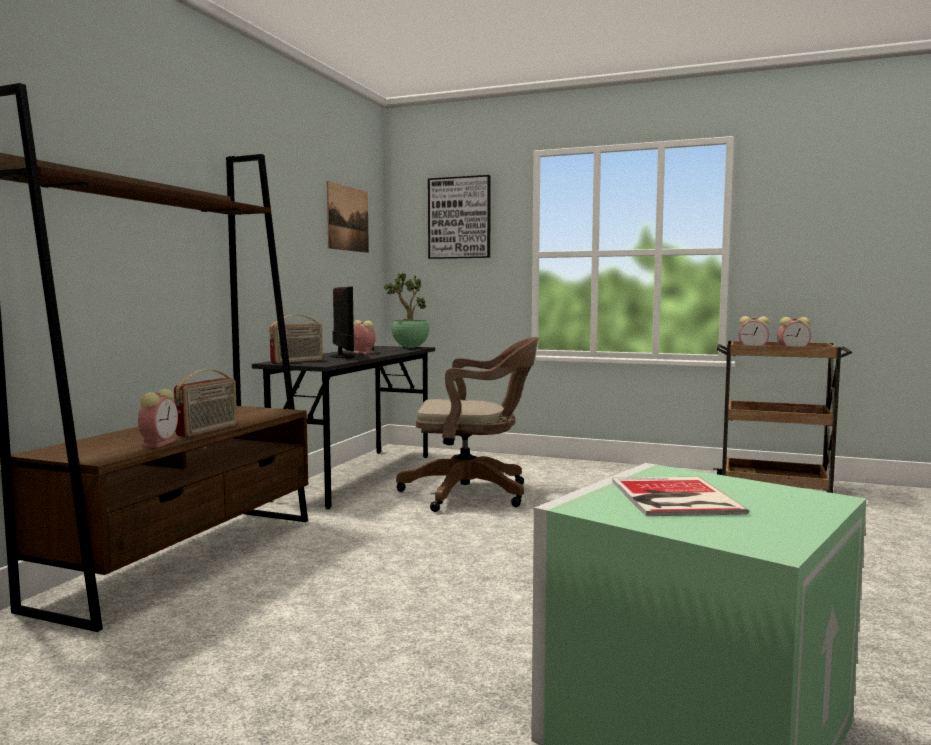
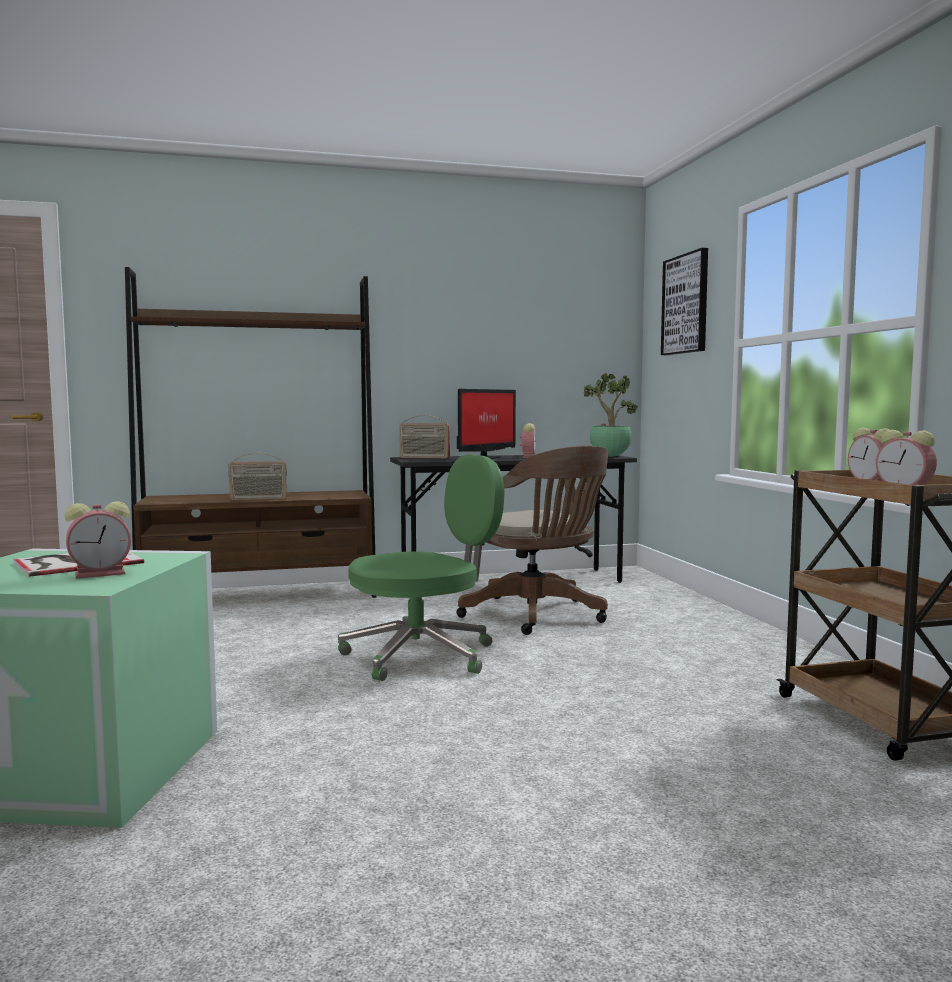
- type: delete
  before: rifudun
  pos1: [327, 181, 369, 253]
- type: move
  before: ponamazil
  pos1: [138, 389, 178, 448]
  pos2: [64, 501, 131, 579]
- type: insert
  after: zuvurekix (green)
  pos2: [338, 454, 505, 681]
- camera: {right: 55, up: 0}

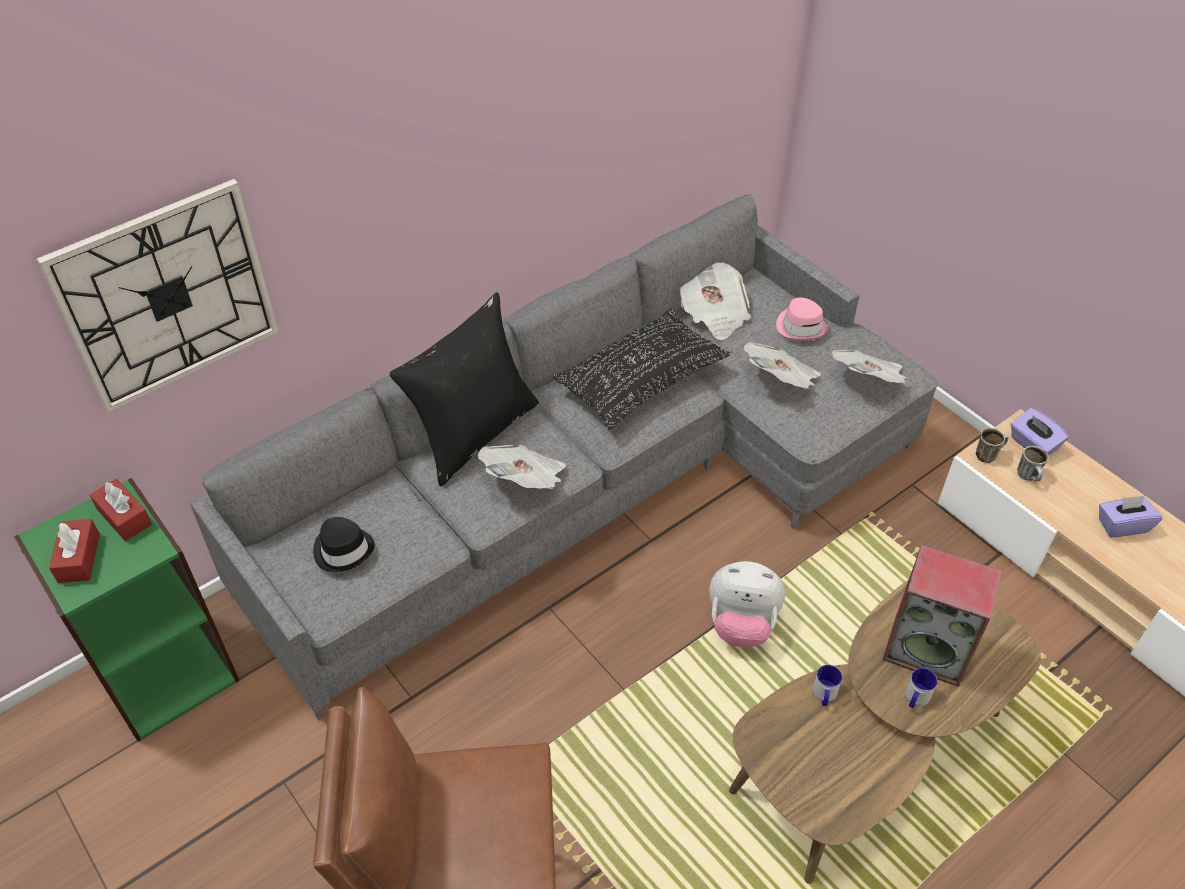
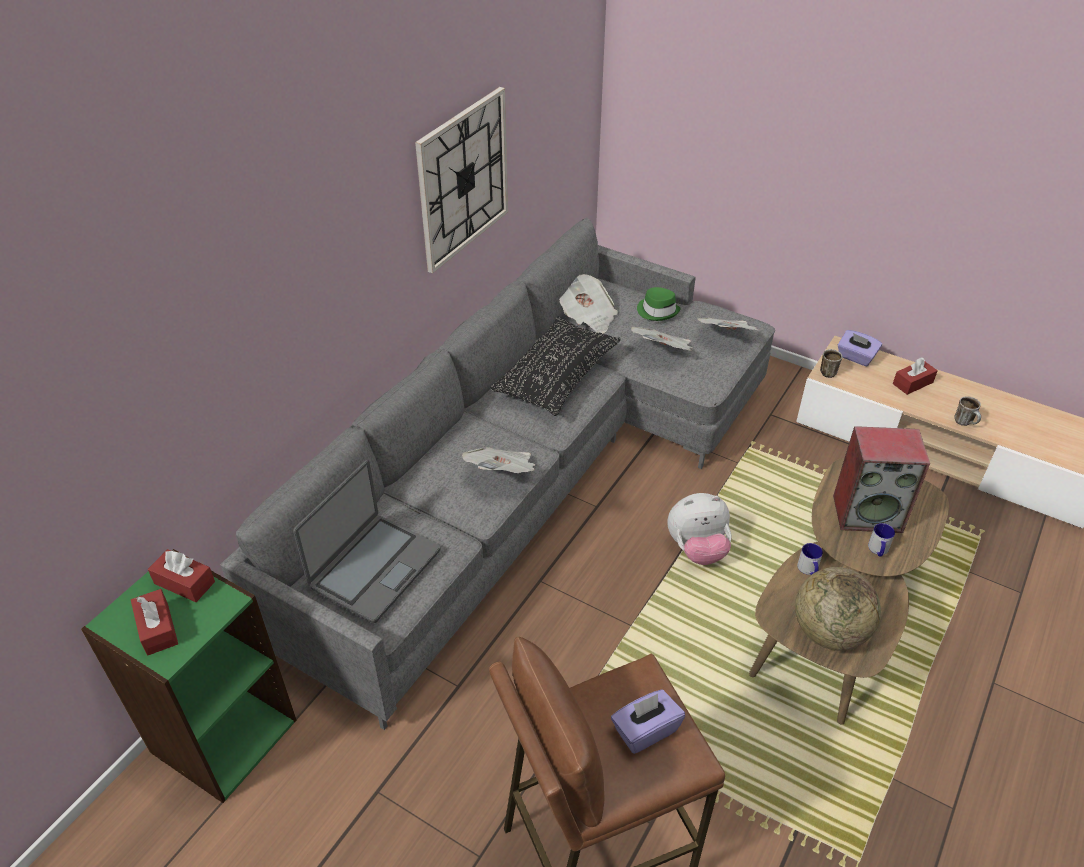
- type: move
  before: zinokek
  pos1: [37, 179, 279, 413]
  pos2: [415, 87, 508, 273]
- type: delete
  before: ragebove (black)
  pos1: [389, 292, 539, 486]
- type: recolor
  before: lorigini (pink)
  after: lorigini (green)
  pos1: [776, 298, 828, 341]
  pos2: [637, 287, 680, 321]
- type: move
  before: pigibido
  pos1: [1017, 446, 1049, 482]
  pos2: [954, 396, 981, 426]
- type: move
  before: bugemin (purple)
  pos1: [1099, 496, 1163, 537]
  pos2: [611, 690, 685, 754]
- type: replace
  before: lorigini (black)
  after: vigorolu
  pos1: [313, 517, 375, 572]
  pos2: [293, 460, 441, 623]
- type: insert
  after: bugemin (red)
  pos2: [893, 357, 938, 395]
- type: insert
  after: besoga
  pos2: [795, 567, 881, 651]
- camera: {right: -20, up: -5}

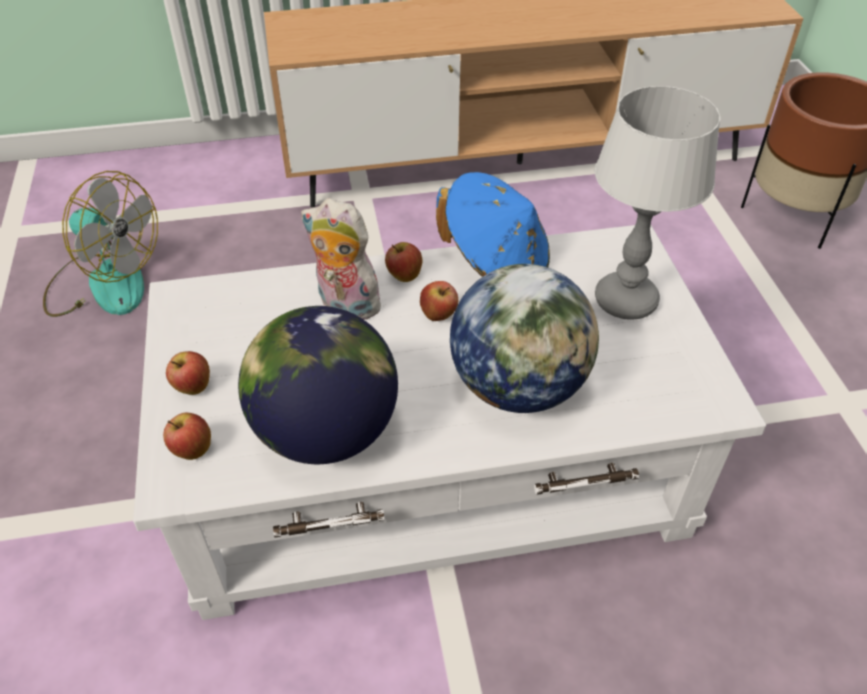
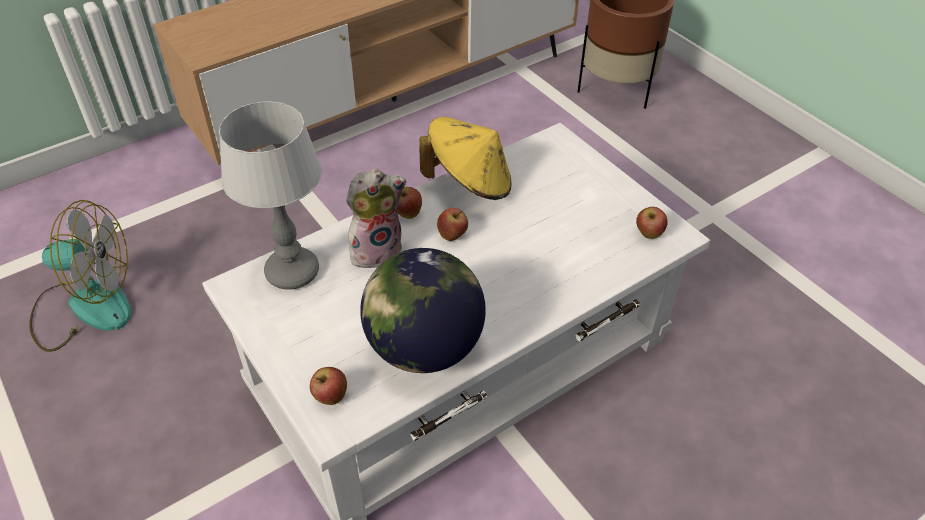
- type: move
  before: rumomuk
  pos1: [595, 86, 721, 320]
  pos2: [219, 101, 322, 290]
- type: recolor
  before: lorigini (blue)
  after: lorigini (yellow)
  pos1: [436, 172, 550, 277]
  pos2: [419, 117, 511, 200]
- type: rotate
  before: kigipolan
  pos1: [301, 198, 386, 320]
  pos2: [346, 169, 406, 268]
  turn: 150
- type: delete
  before: besoga
  pos1: [450, 264, 599, 413]
- type: move
  before: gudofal
  pos1: [166, 351, 210, 395]
  pos2: [636, 207, 667, 239]
- camera: {right: -25, up: 0}

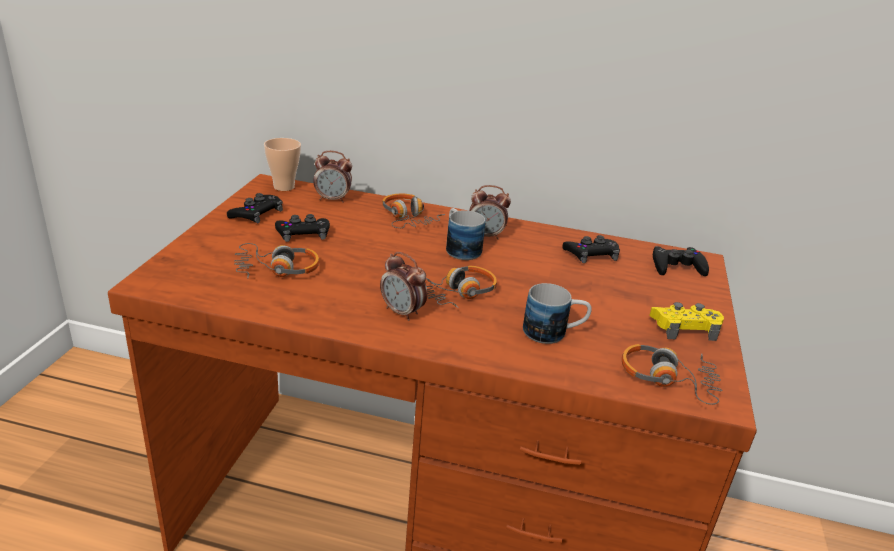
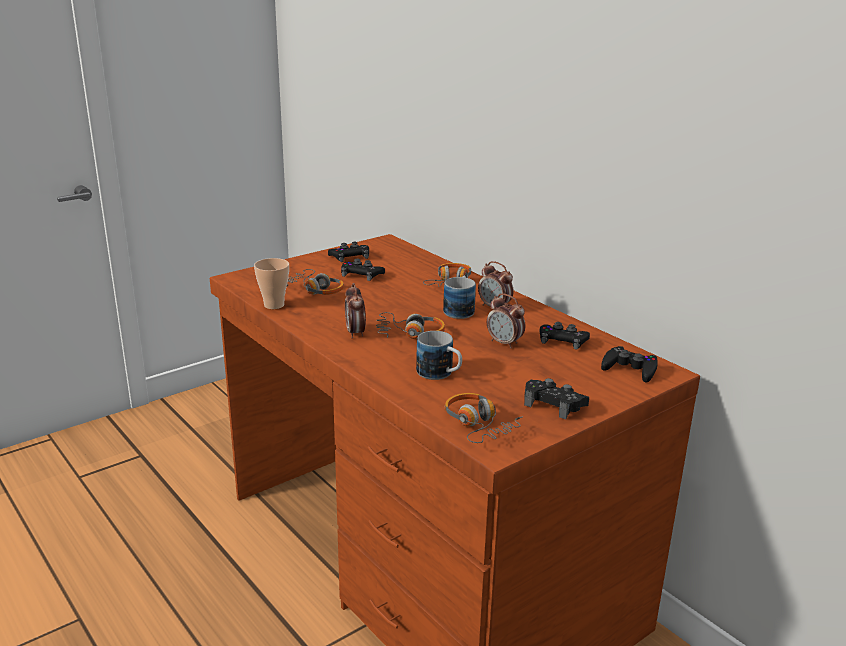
- type: move
  before: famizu
  pos1: [264, 138, 301, 191]
  pos2: [254, 258, 289, 309]
- type: move
  before: ponamazil
  pos1: [313, 151, 352, 203]
  pos2: [487, 293, 525, 349]
- type: recolor
  before: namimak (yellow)
  after: namimak (black)
  pos1: [649, 302, 724, 341]
  pos2: [524, 378, 589, 419]
- camera: {right: 40, up: -5}

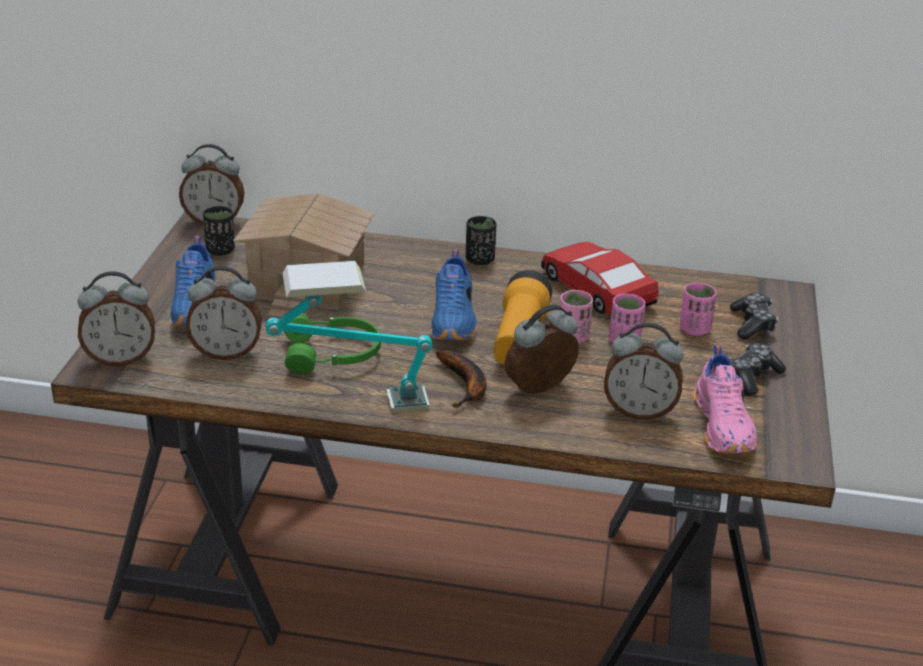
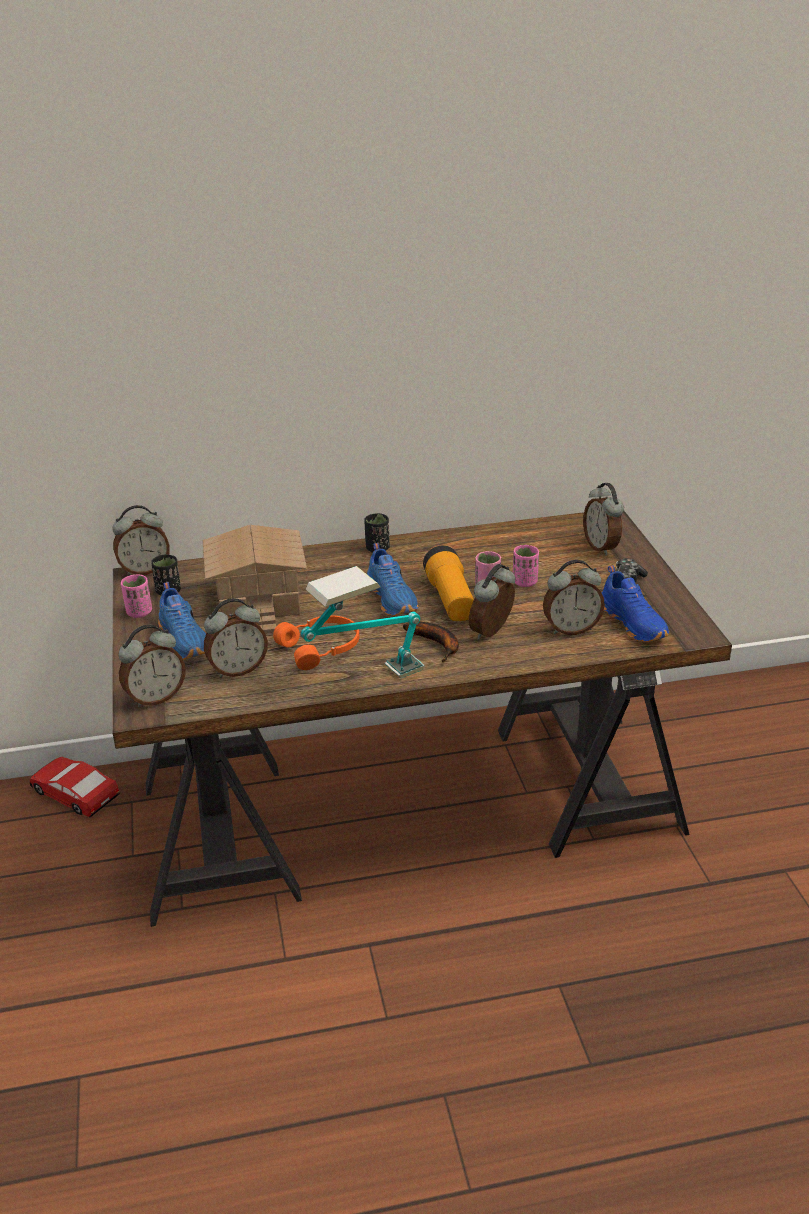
- type: move
  before: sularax
  pos1: [541, 242, 658, 316]
  pos2: [30, 757, 120, 817]
- type: move
  before: famizu (pink)
  pos1: [680, 283, 717, 336]
  pos2: [121, 575, 152, 618]
- type: replace
  before: namimak
  after: ponamazil
  pos1: [730, 292, 778, 339]
  pos2: [583, 483, 624, 556]
- type: recolor
  before: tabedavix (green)
  after: tabedavix (orange)
  pos1: [284, 313, 381, 374]
  pos2: [273, 615, 360, 670]
- type: recolor
  before: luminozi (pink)
  after: luminozi (blue)
  pos1: [693, 345, 757, 453]
  pos2: [602, 566, 669, 642]
- camera: {right: -20, up: 0}

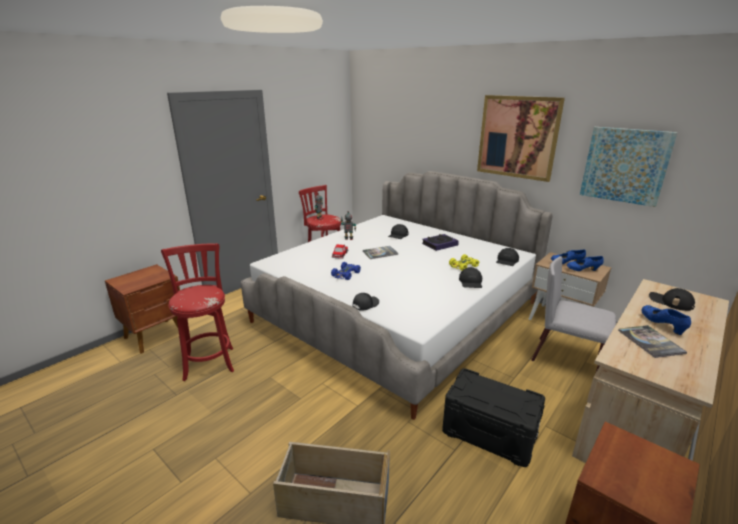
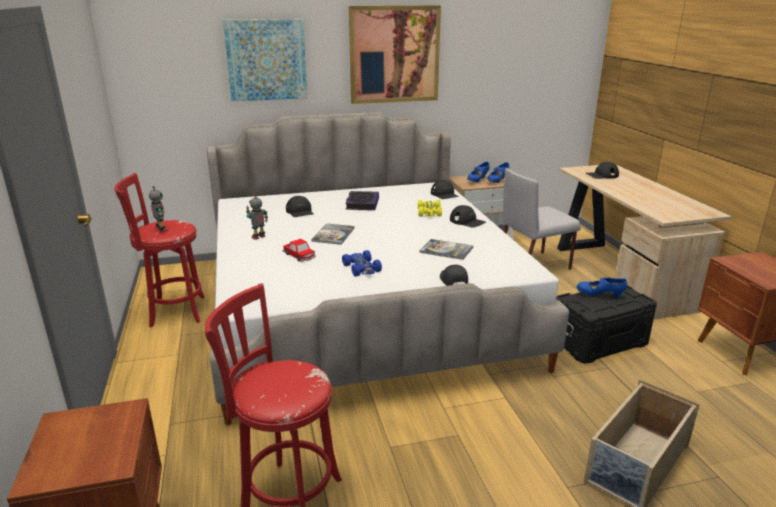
- type: move
  before: rifudun
  pos1: [580, 127, 678, 207]
  pos2: [223, 19, 307, 101]
- type: move
  before: luminozi (blue)
  pos1: [641, 305, 691, 335]
  pos2: [577, 277, 627, 298]
- type: move
  before: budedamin
  pos1: [618, 325, 687, 358]
  pos2: [419, 239, 473, 260]
- camera: {right: -55, up: 0}

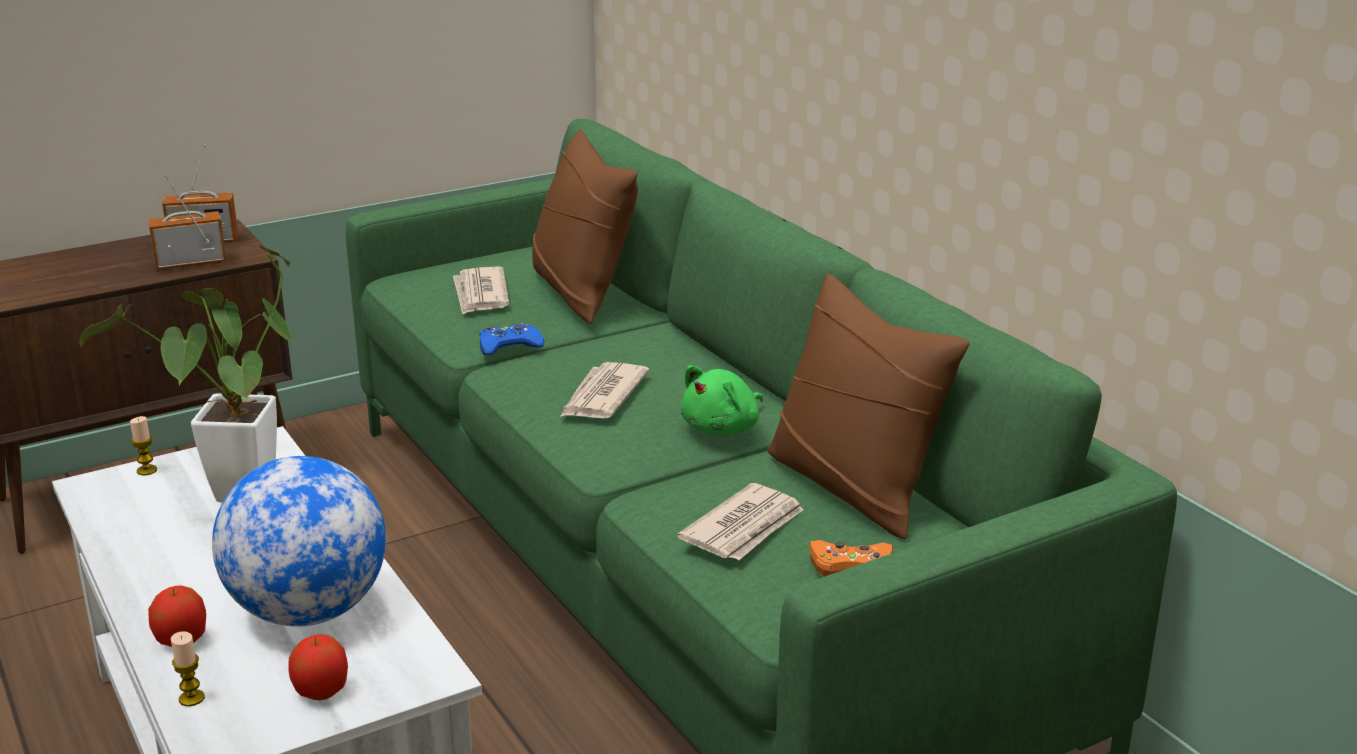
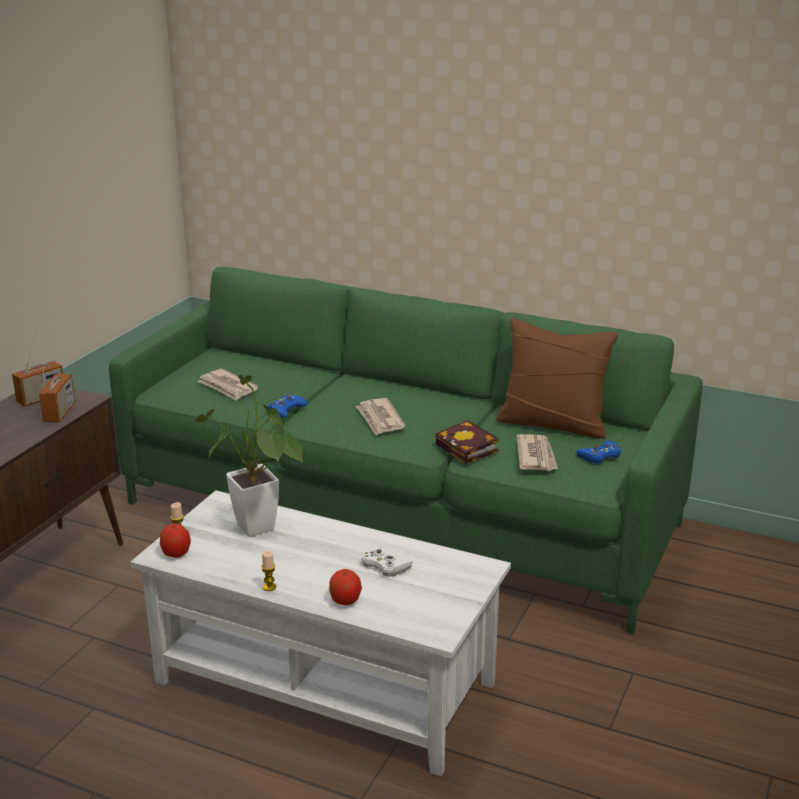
- type: delete
  before: ragebove (brown)
  pos1: [532, 129, 638, 324]
- type: rotate
  before: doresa
  pos1: [148, 174, 227, 270]
  pos2: [39, 346, 75, 422]
  turn: 150
- type: delete
  before: kigipolan (green)
  pos1: [681, 365, 763, 435]
- type: replace
  before: besoga
  after: namimak (white)
  pos1: [212, 456, 386, 627]
  pos2: [362, 545, 413, 577]
- type: recolor
  before: namimak (orange)
  after: namimak (blue)
  pos1: [809, 540, 893, 577]
  pos2: [576, 441, 621, 464]
- type: move
  before: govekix
  pos1: [171, 631, 205, 706]
  pos2: [261, 551, 276, 591]
- type: move
  before: gudofal
  pos1: [289, 634, 348, 700]
  pos2: [160, 523, 191, 558]
- type: insert
  after: budedamin
  pos2: [436, 420, 498, 464]
- camera: {right: -35, up: 0}

